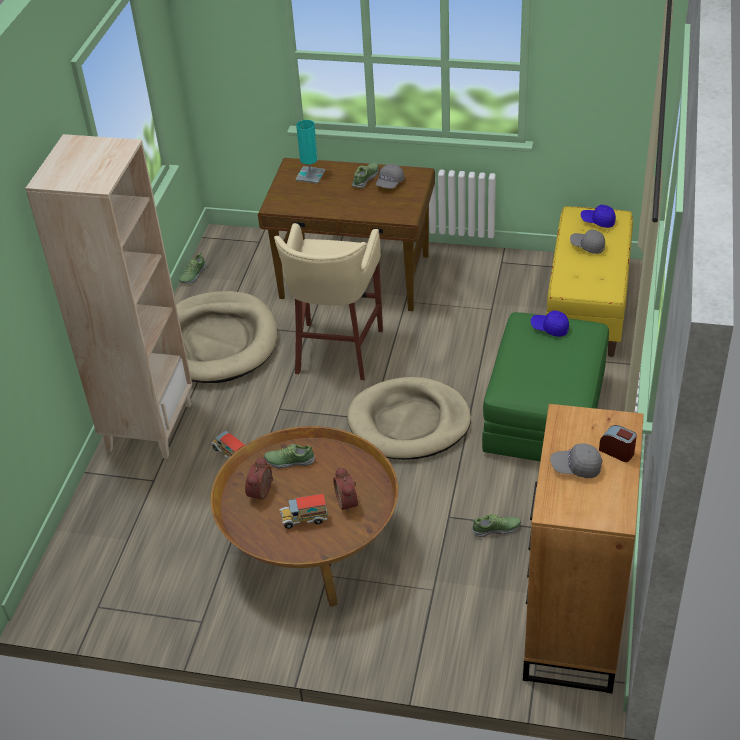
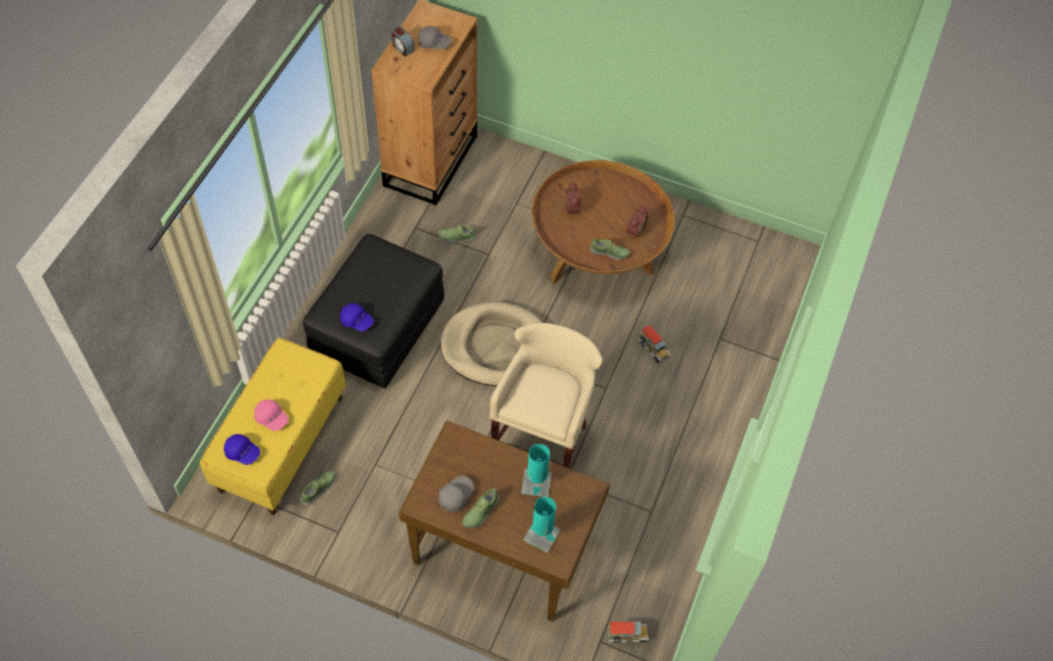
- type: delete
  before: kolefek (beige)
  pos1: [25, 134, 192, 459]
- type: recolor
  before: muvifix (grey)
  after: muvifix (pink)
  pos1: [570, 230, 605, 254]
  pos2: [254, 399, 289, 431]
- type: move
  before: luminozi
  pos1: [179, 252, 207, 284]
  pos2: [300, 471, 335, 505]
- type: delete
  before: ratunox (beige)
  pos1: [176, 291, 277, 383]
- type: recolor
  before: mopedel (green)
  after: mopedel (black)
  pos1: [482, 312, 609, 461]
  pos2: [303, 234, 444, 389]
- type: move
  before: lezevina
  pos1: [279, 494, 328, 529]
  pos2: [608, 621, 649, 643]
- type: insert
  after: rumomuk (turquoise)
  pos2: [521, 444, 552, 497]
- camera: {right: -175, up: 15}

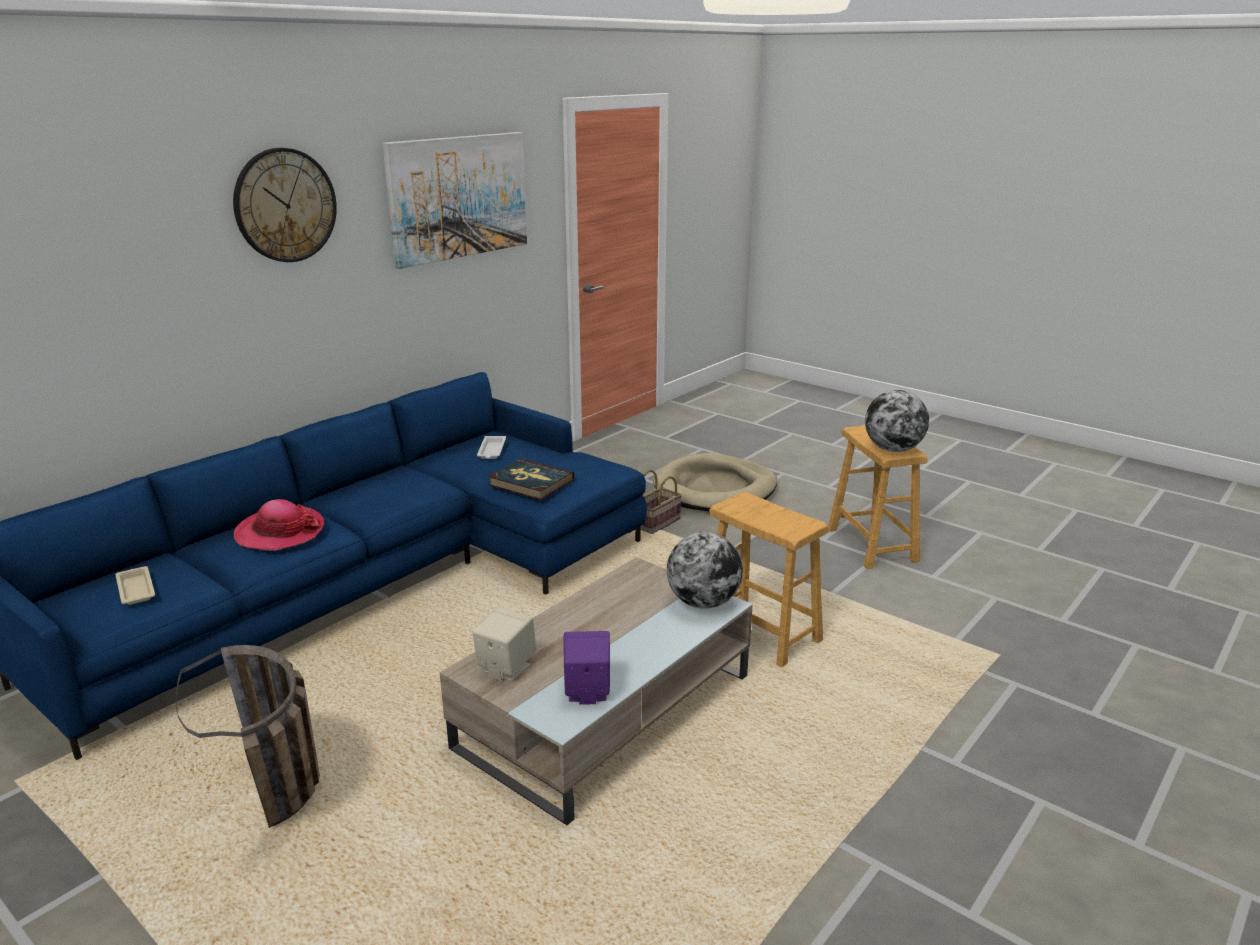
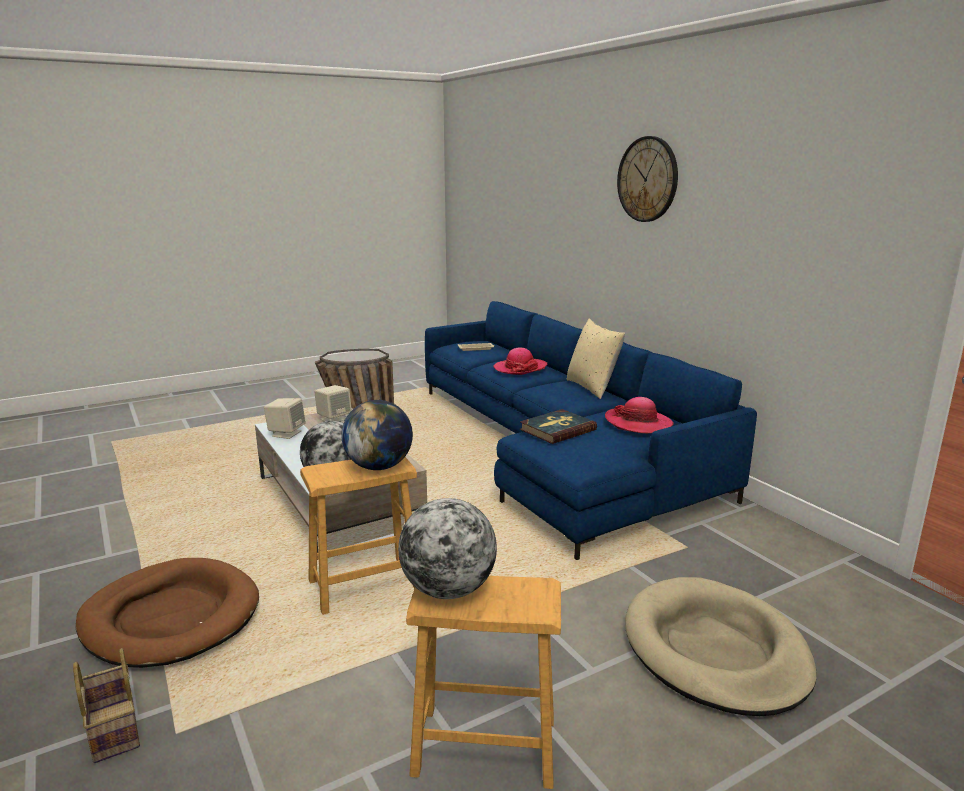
- type: delete
  before: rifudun
  pos1: [383, 132, 527, 269]
- type: replace
  before: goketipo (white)
  after: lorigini
  pos1: [477, 436, 506, 459]
  pos2: [605, 397, 674, 434]
- type: move
  before: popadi
  pos1: [641, 470, 682, 534]
  pos2: [73, 648, 140, 763]
- type: recolor
  before: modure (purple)
  after: modure (beige)
  pos1: [563, 631, 610, 705]
  pos2: [264, 398, 306, 439]
- type: insert
  after: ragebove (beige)
  pos2: [567, 319, 625, 399]
- type: insert
  after: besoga
  pos2: [341, 400, 413, 470]
- type: insert
  after: ratunox (brown)
  pos2: [76, 558, 259, 668]
- camera: {right: 110, up: -5}

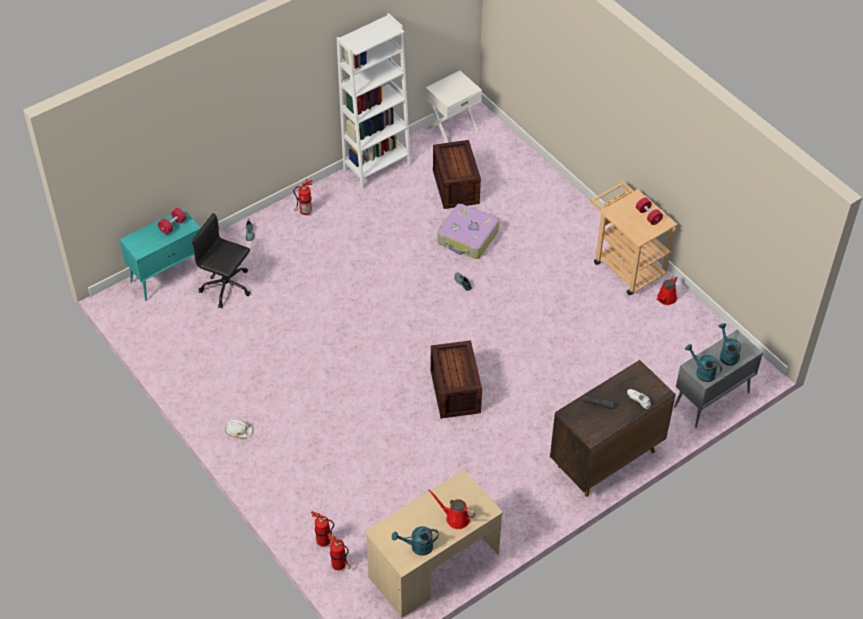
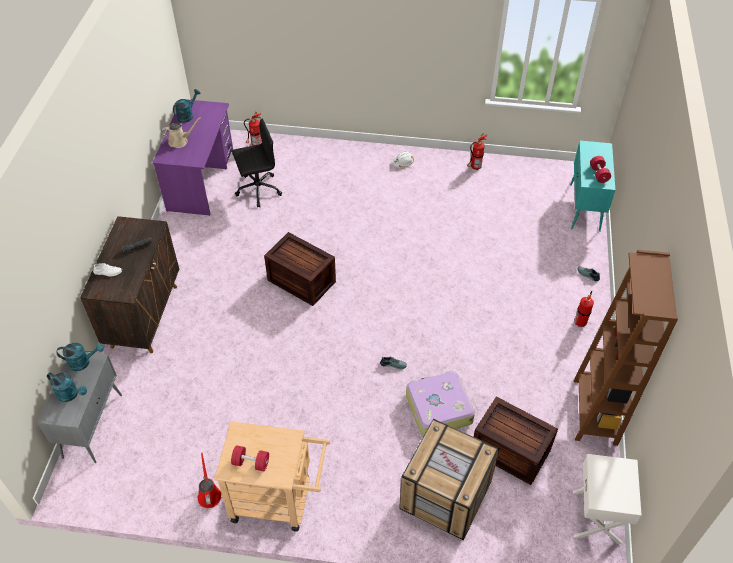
- type: recolor
  before: kolefek (white)
  after: kolefek (brown)
  pos1: [337, 13, 411, 189]
  pos2: [574, 250, 678, 446]
- type: move
  before: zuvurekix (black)
  pos1: [192, 213, 251, 308]
  pos2: [232, 118, 282, 208]
- type: recolor
  before: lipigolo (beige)
  after: lipigolo (purple)
  pos1: [364, 469, 503, 618]
  pos2: [153, 100, 233, 216]
- type: recolor
  before: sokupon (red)
  after: sokupon (beige)
  pos1: [428, 489, 476, 529]
  pos2: [161, 117, 201, 148]
- type: move
  before: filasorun
  pos1: [311, 511, 334, 547]
  pos2: [467, 134, 487, 170]
- type: insert
  after: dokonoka
  pos2: [399, 419, 500, 540]
- camera: {right: 135, up: 0}

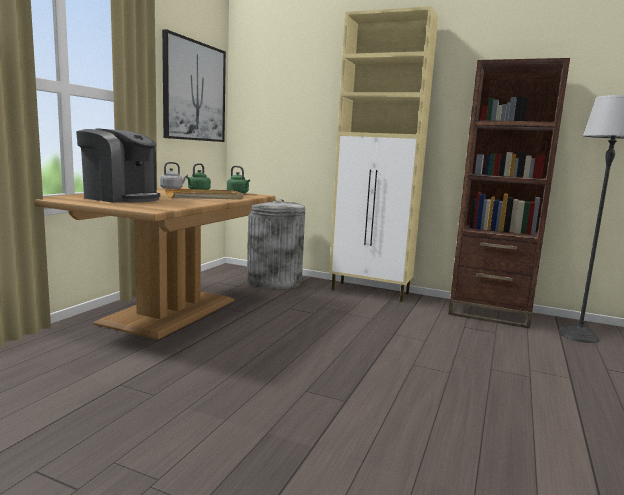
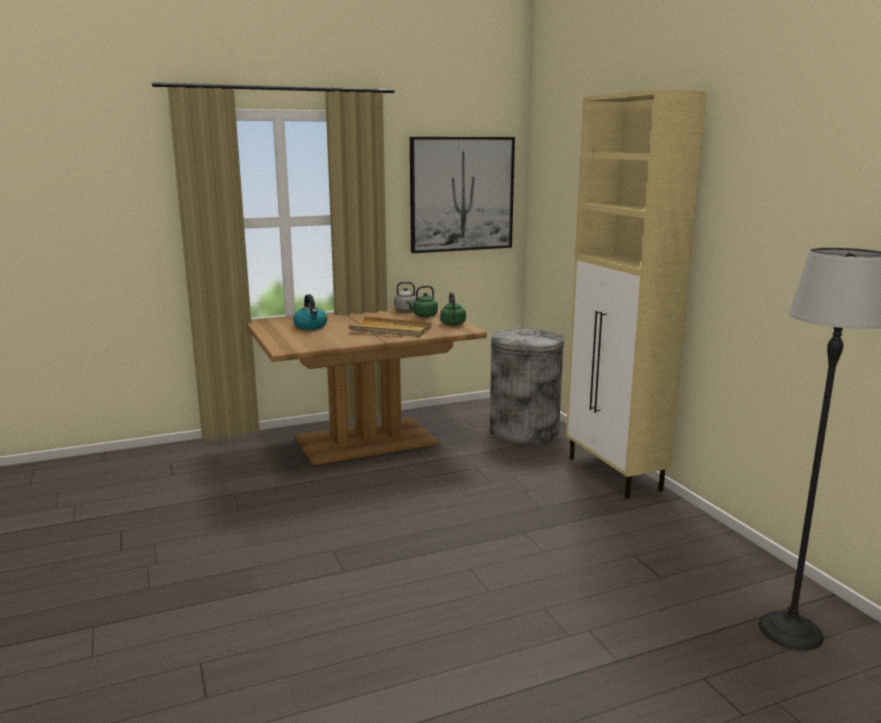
- type: delete
  before: kolefek (brown)
  pos1: [448, 58, 570, 329]
- type: replace
  before: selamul
  after: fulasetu
  pos1: [76, 128, 160, 202]
  pos2: [293, 294, 328, 330]
- camera: {right: 45, up: 5}

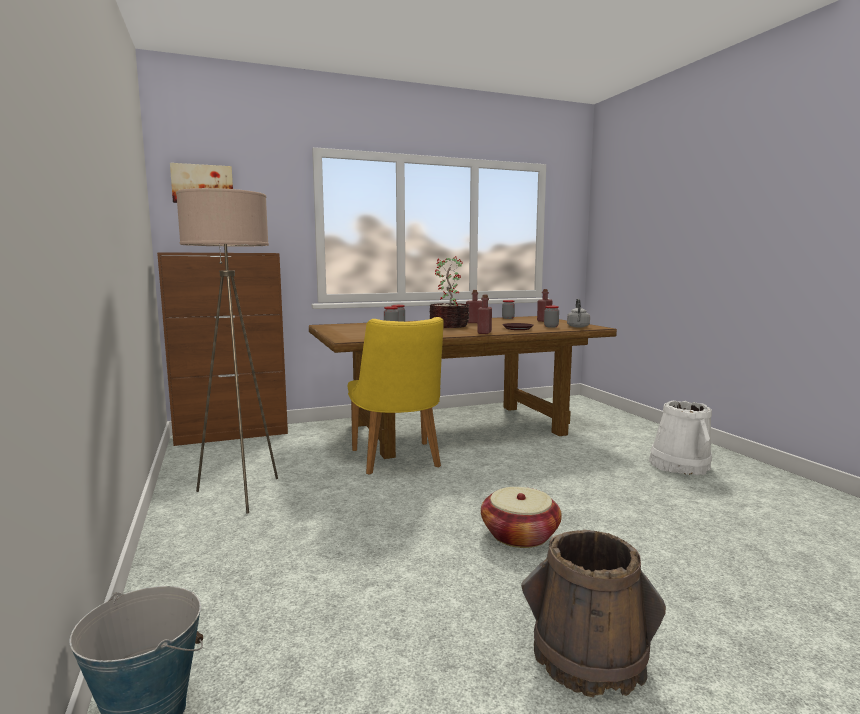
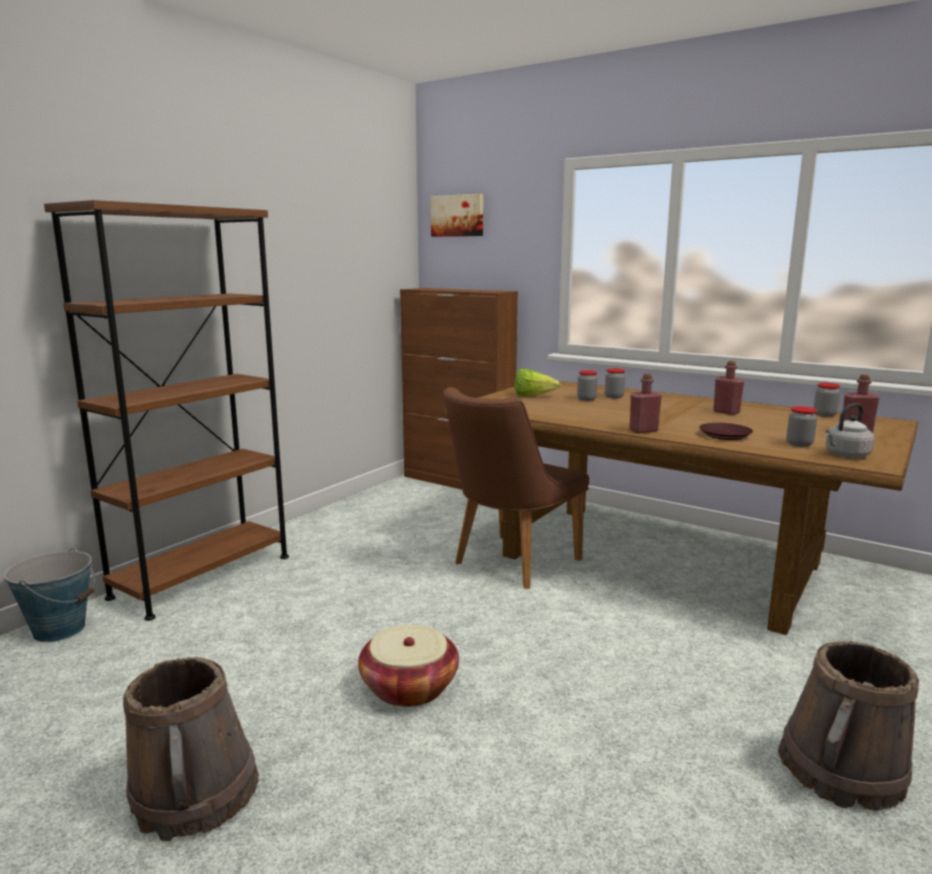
- type: delete
  before: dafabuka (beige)
  pos1: [176, 188, 278, 514]
- type: delete
  before: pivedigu
  pos1: [429, 256, 470, 328]
- type: recolor
  before: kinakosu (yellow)
  after: kinakosu (brown)
  pos1: [348, 317, 444, 475]
  pos2: [444, 387, 589, 589]
- type: recolor
  before: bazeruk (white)
  after: bazeruk (brown)
  pos1: [649, 401, 712, 475]
  pos2: [778, 641, 919, 811]
- type: insert
  after: kolefek (brown)
  pos2: [44, 200, 289, 621]
- type: insert
  after: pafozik
  pos2: [515, 369, 561, 396]
- camera: {right: 55, up: 5}

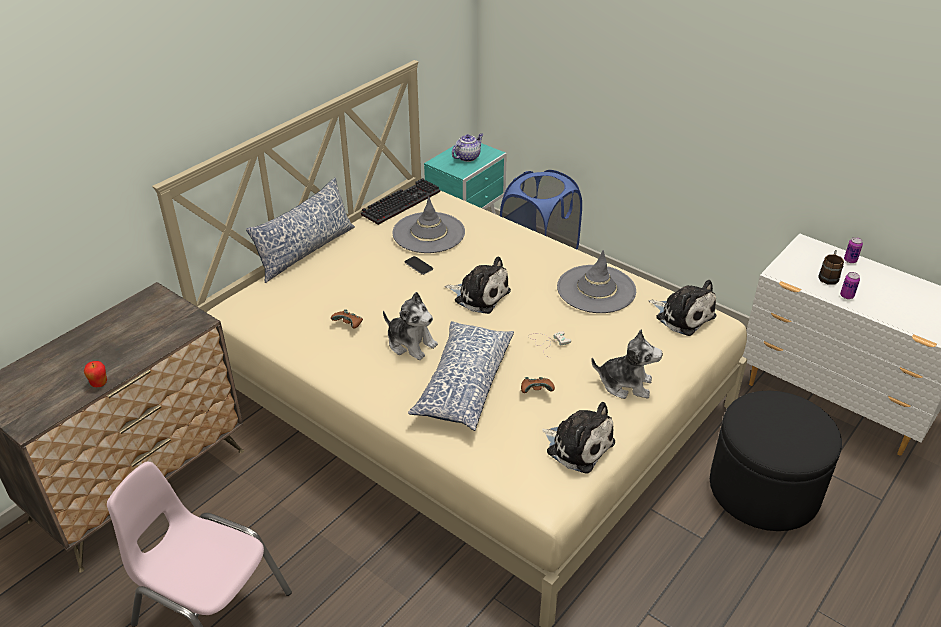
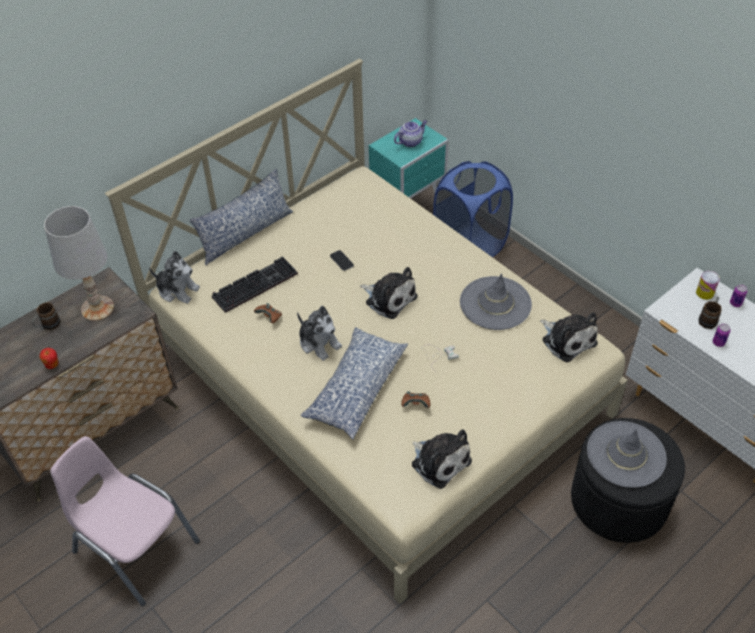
- type: move
  before: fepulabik
  pos1: [361, 178, 440, 225]
  pos2: [212, 256, 298, 313]
- type: move
  before: lorigini (grey)
  pos1: [393, 196, 465, 253]
  pos2: [587, 421, 667, 488]
- type: move
  before: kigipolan
  pos1: [591, 330, 663, 399]
  pos2: [149, 251, 200, 304]
- type: insert
  after: rumomuk (white)
  pos2: [44, 206, 114, 321]
- type: insert
  after: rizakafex
  pos2: [696, 271, 720, 300]
- type: insert
  after: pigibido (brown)
  pos2: [32, 302, 61, 330]
- camera: {right: 10, up: 10}

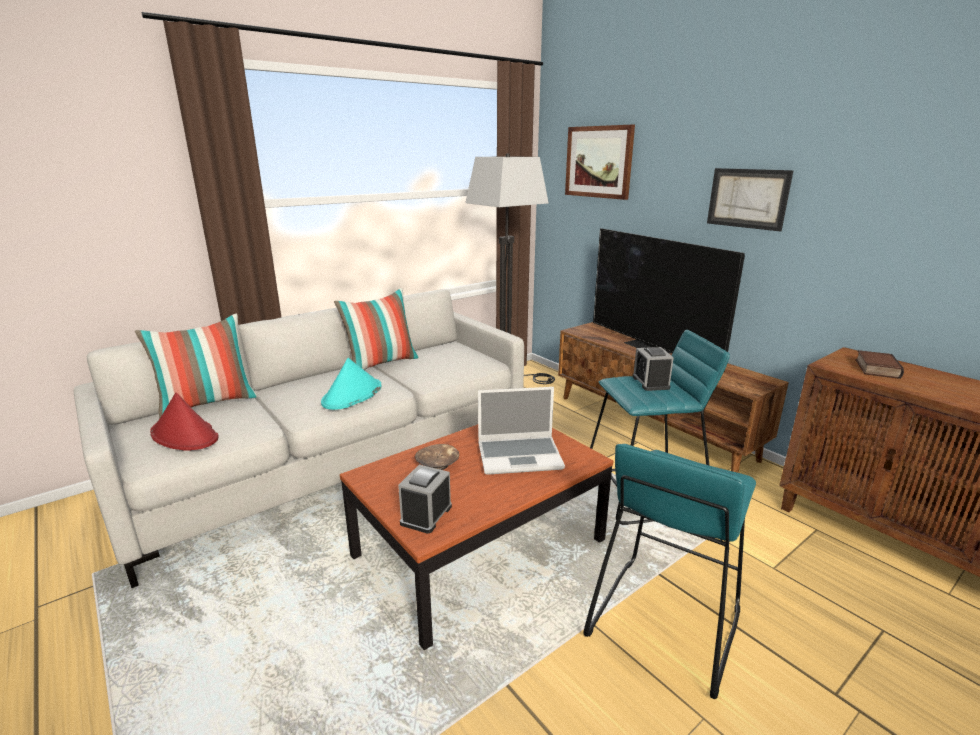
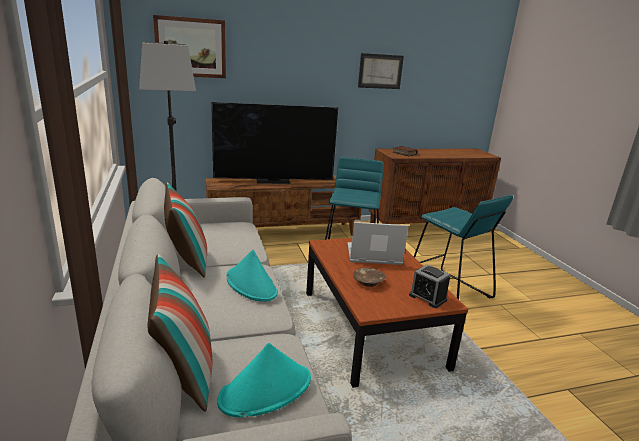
- type: move
  before: rifudun
  pos1: [707, 168, 794, 231]
  pos2: [358, 53, 404, 89]
- type: delete
  before: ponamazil
  pos1: [633, 347, 674, 391]
- type: rotate
  before: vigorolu
  pos1: [478, 387, 565, 475]
  pos2: [347, 222, 409, 265]
  turn: -105
- type: recolor
  before: lorigini (red)
  after: lorigini (turquoise)
  pos1: [150, 393, 218, 451]
  pos2: [217, 343, 311, 417]
- camera: {right: -70, up: 0}

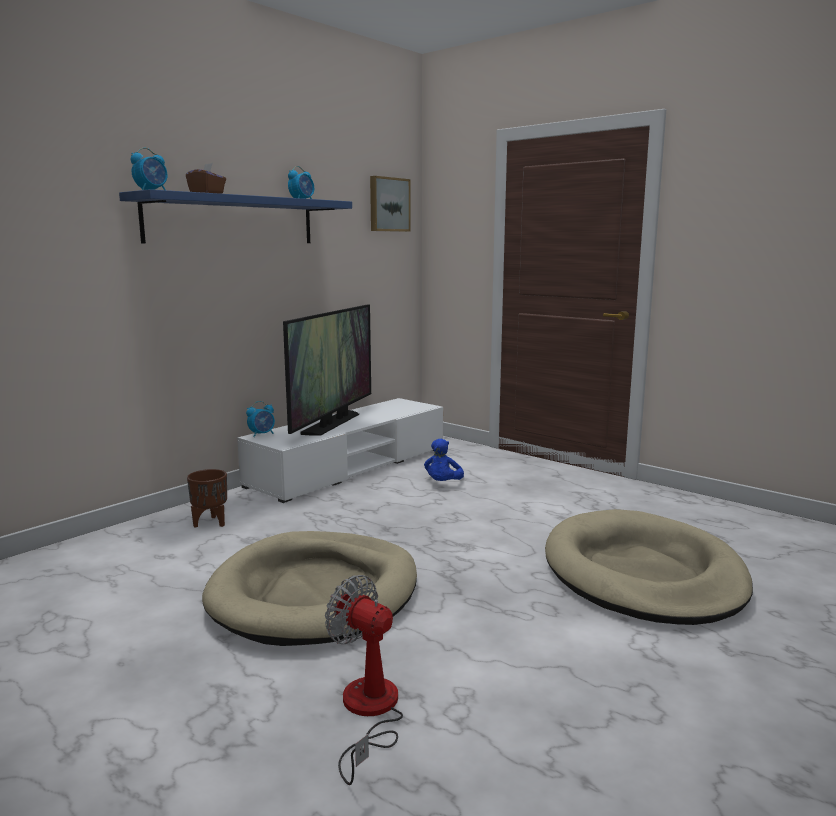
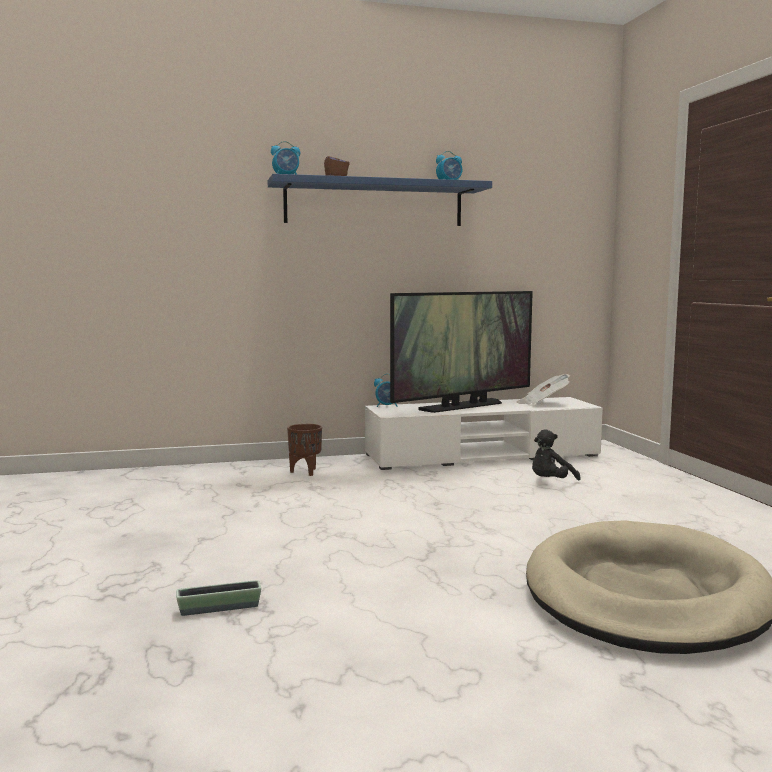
- type: delete
  before: rifudun
  pos1: [370, 176, 411, 232]
- type: recolor
  before: kigipolan (blue)
  after: kigipolan (black)
  pos1: [424, 439, 464, 481]
  pos2: [532, 429, 581, 481]
- type: delete
  before: ratunox (beige)
  pos1: [202, 531, 417, 646]
- type: replace
  before: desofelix
  after: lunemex
  pos1: [325, 575, 403, 785]
  pos2: [176, 580, 261, 616]
- type: insert
  after: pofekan
  pos2: [517, 374, 570, 404]
- camera: {right: 35, up: -5}

